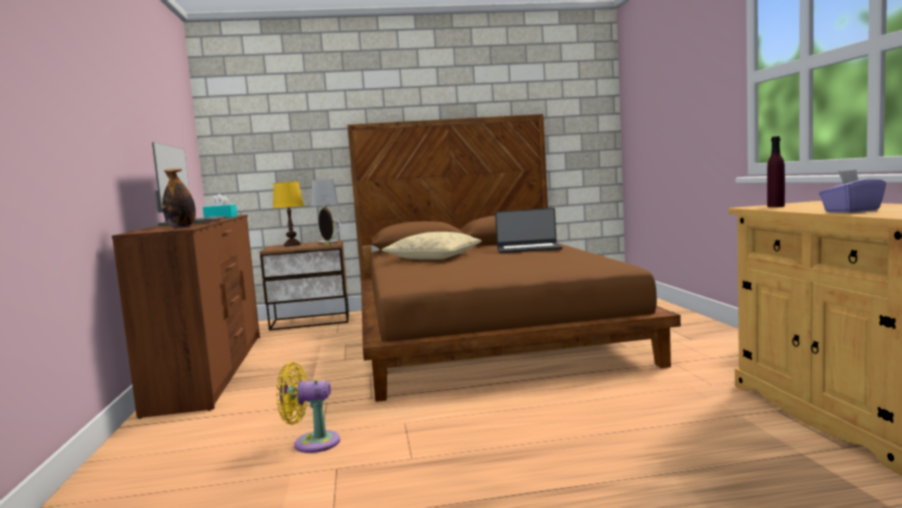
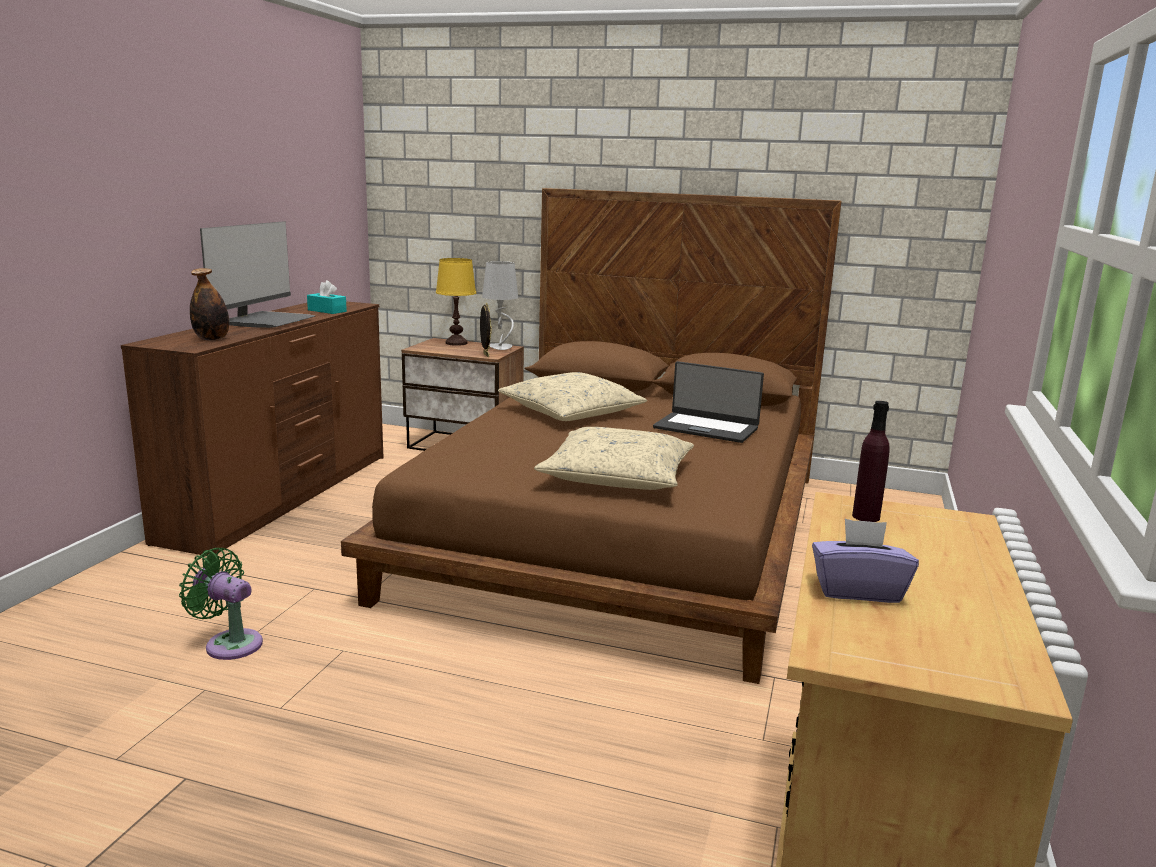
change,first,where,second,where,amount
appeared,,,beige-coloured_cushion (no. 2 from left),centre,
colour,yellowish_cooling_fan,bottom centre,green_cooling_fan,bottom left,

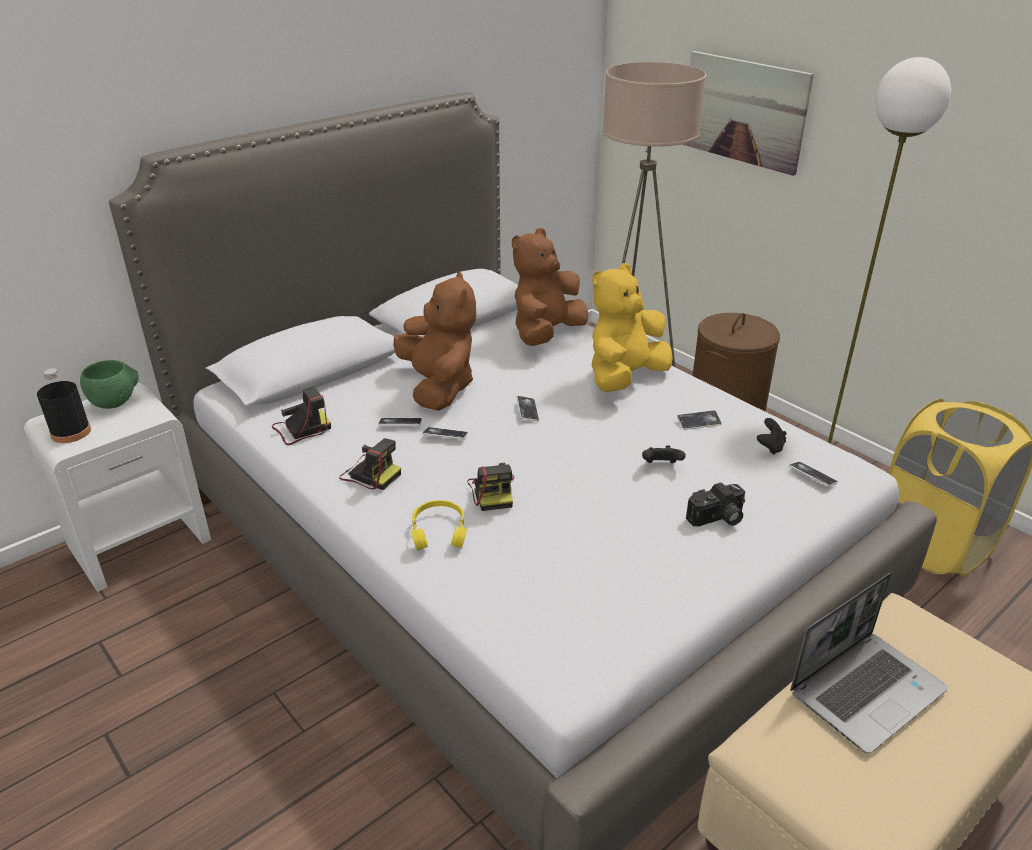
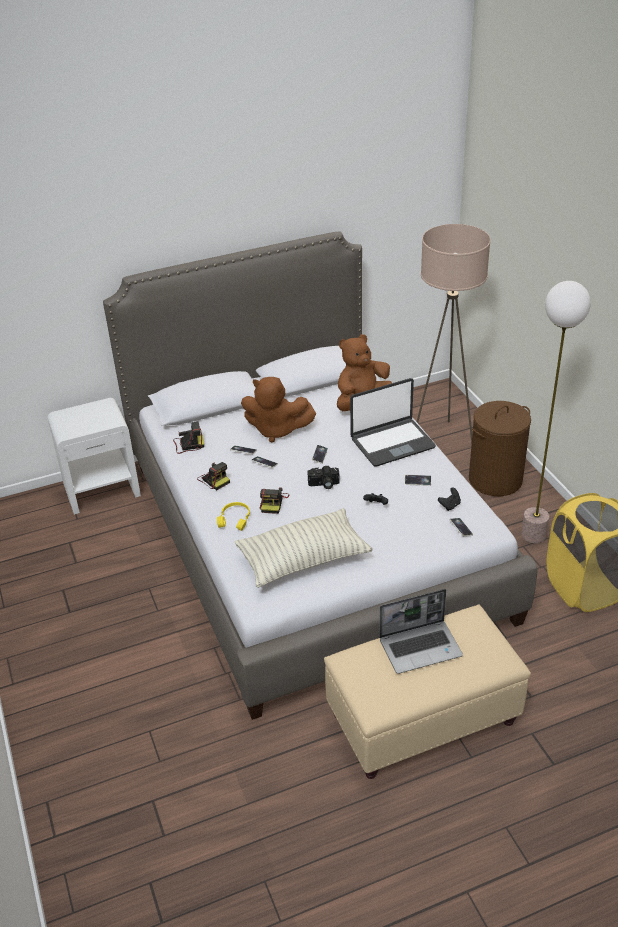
change,first,where,second,where,amount
missing,black_beverage_bottle,middle left,,,
missing,green_deep_dish,middle left,,,
missing,picture,top right,,,
appeared,,,cushion,centre,
relocated,photo_camera (no. 4 from left),middle right,,centre,
exchanged,yellowish_soft_toy,centre,notebook_computer (no. 1 from left),centre,
spun,brownish_soft_toy (no. 1 from left),centre,,centre,105 degrees clockwise

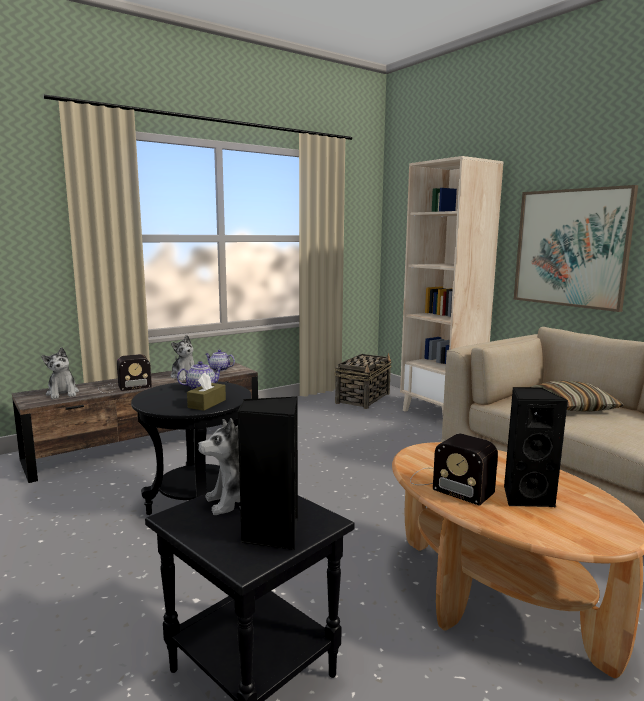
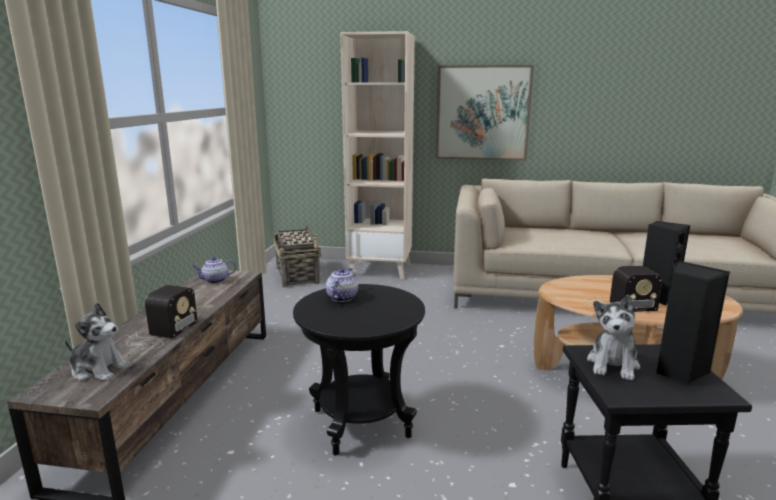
change,first,where,second,where,amount
missing,soft_toy (no. 2 from left),middle left,,,
missing,brownish_tissue_box,middle left,,,
missing,cushion,middle right,,,

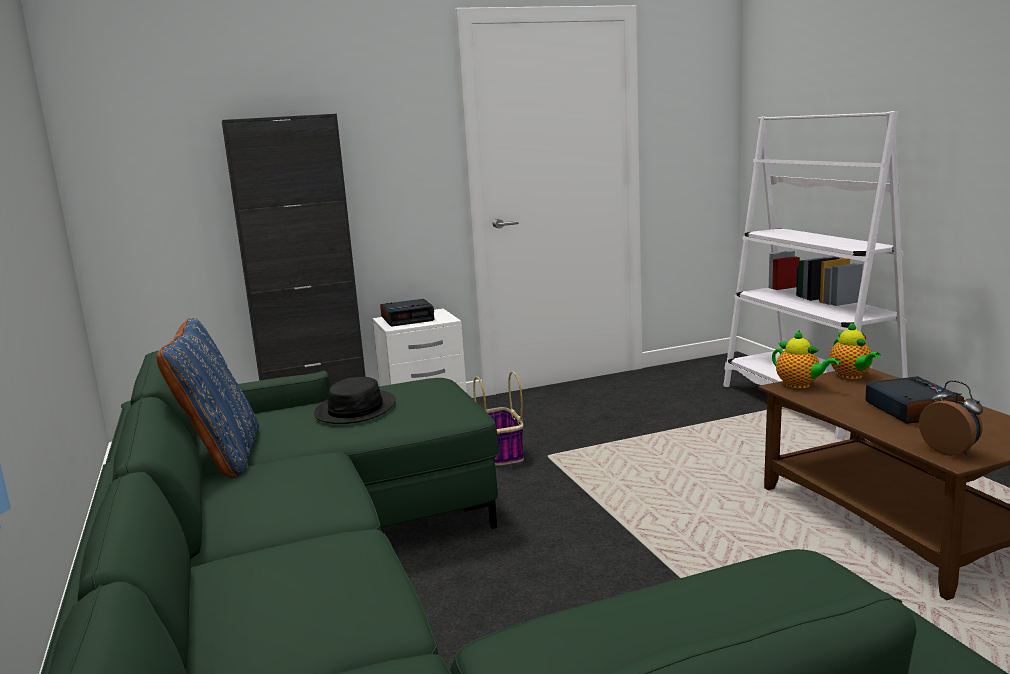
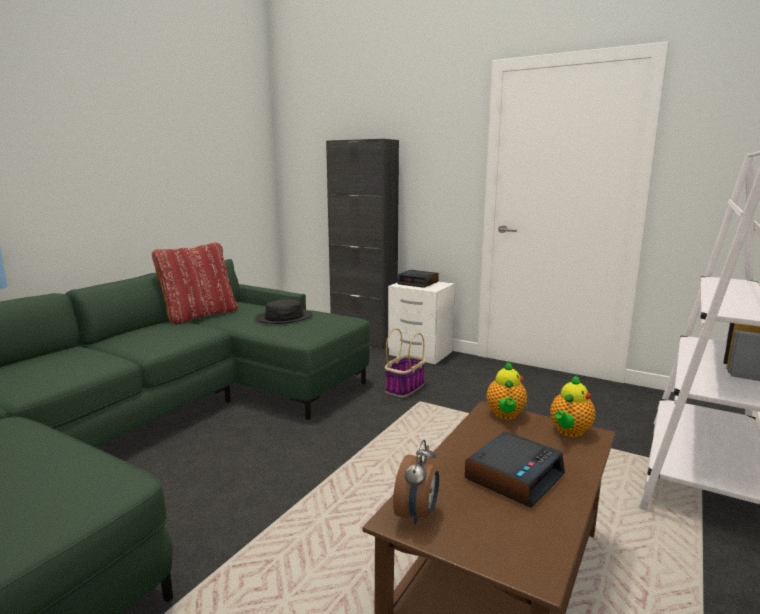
change,first,where,second,where,amount
colour,blue-coloured_cushion,middle left,red-coloured_cushion,middle left,

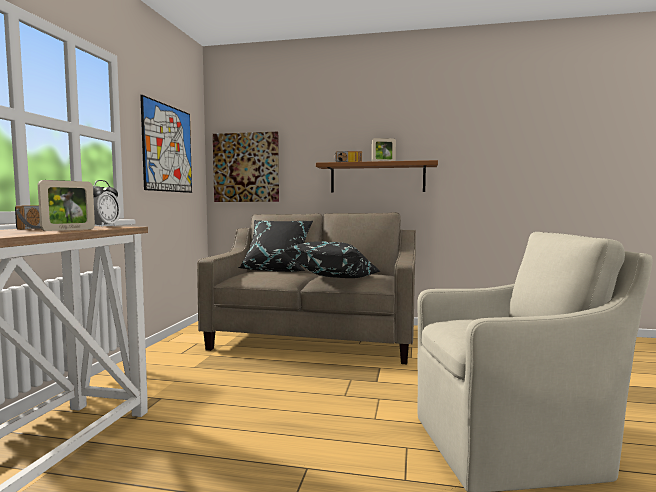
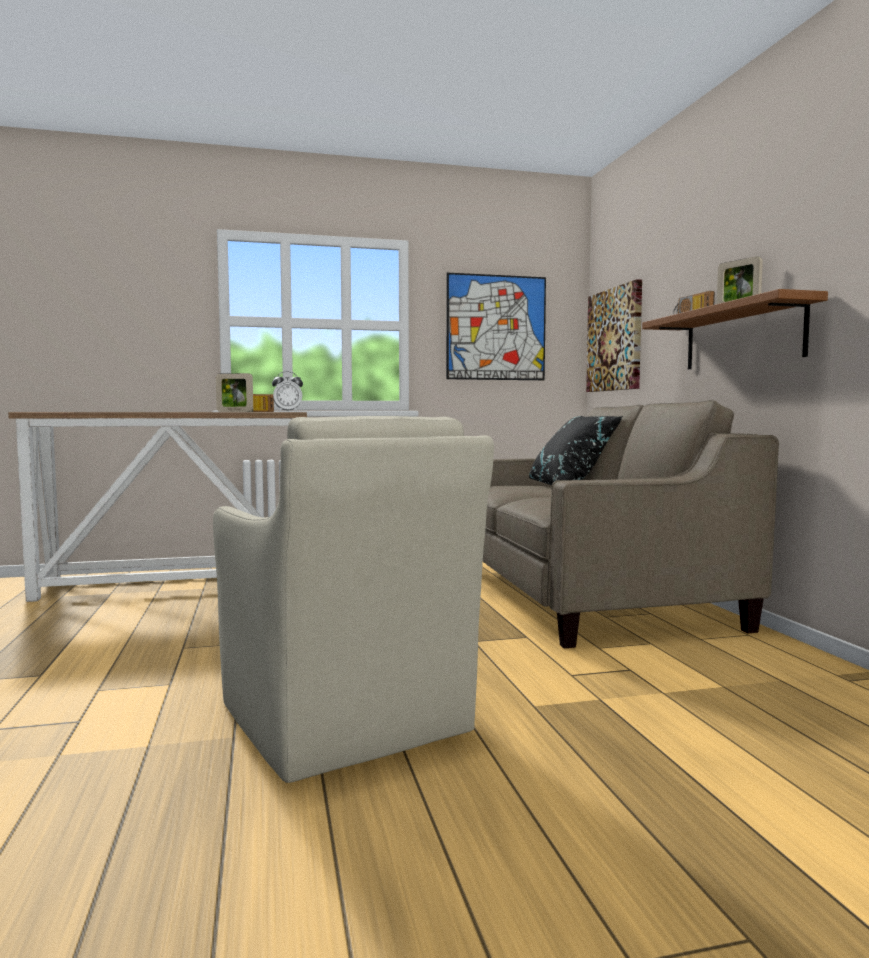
change,first,where,second,where,amount
missing,black_cushion (no. 2 from left),centre,,,

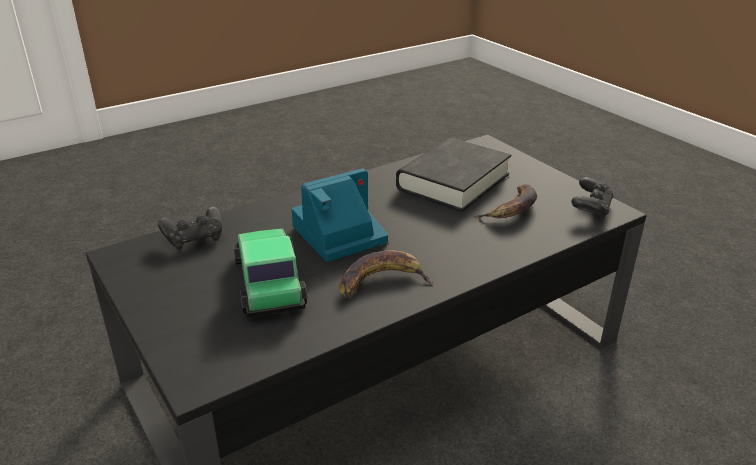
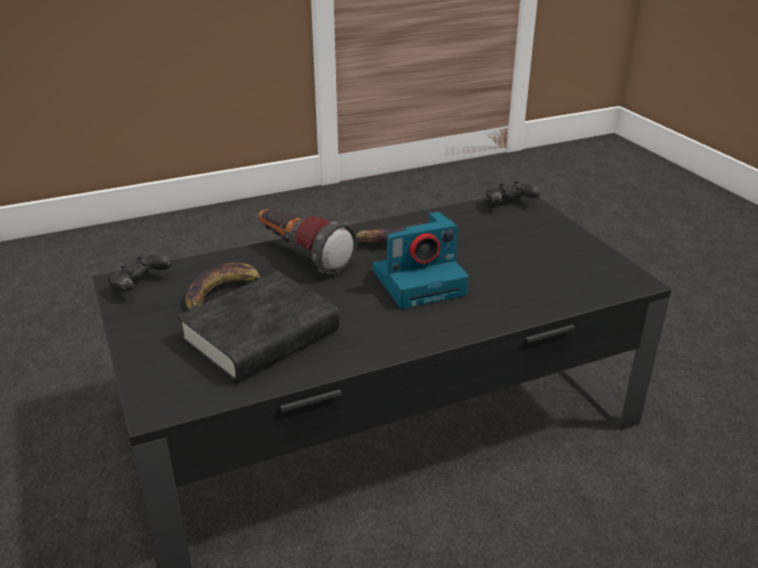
change,first,where,second,where,amount
missing,model_car,centre,,,
appeared,,,flashlight,centre,
relocated,black_gamepad (no. 1 from left in the first image),middle left,black_gamepad (no. 2 from left),middle right,

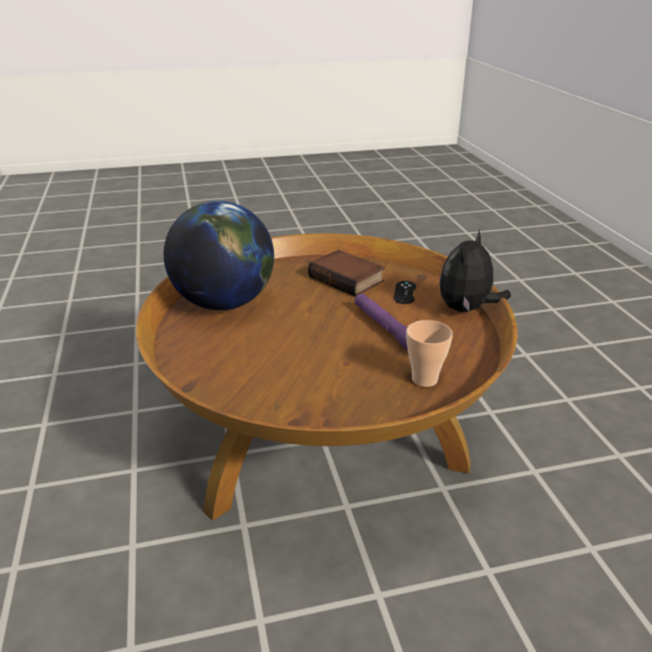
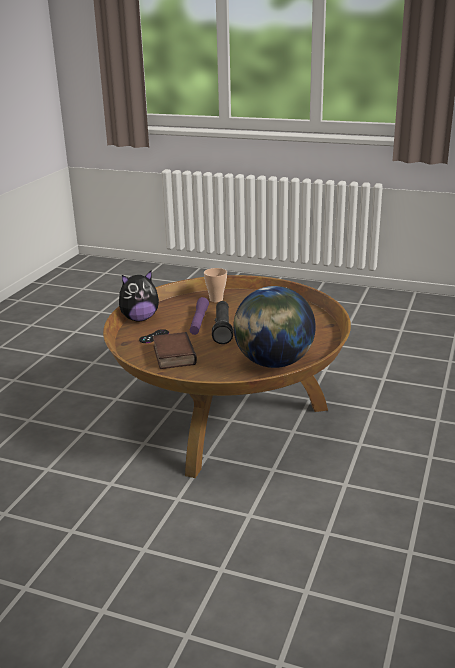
change,first,where,second,where,amount
appeared,,,black_flashlight,centre,

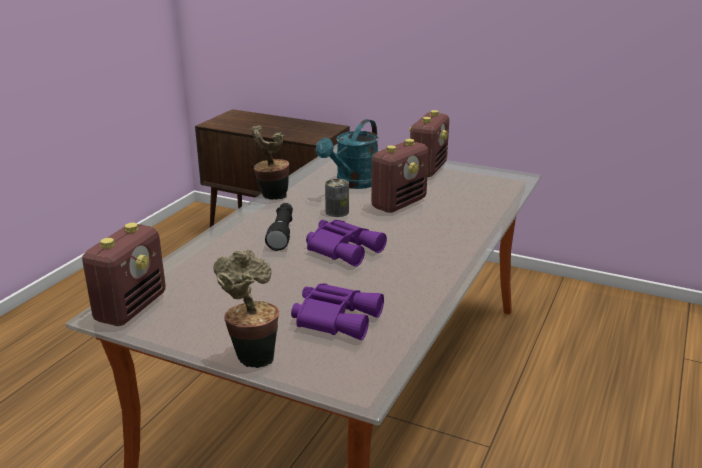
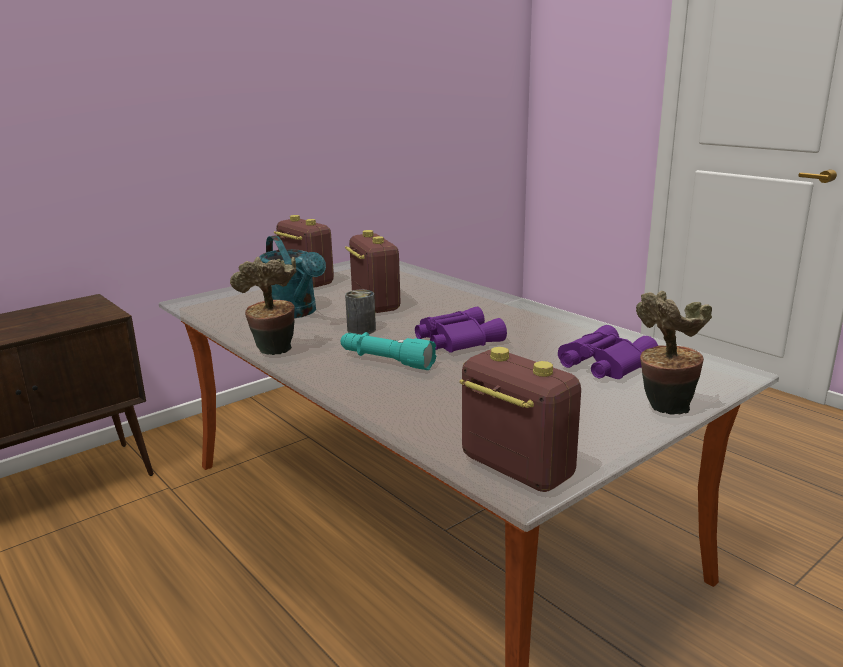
change,first,where,second,where,amount
colour,black_flashlight,centre,turquoise_flashlight,centre,

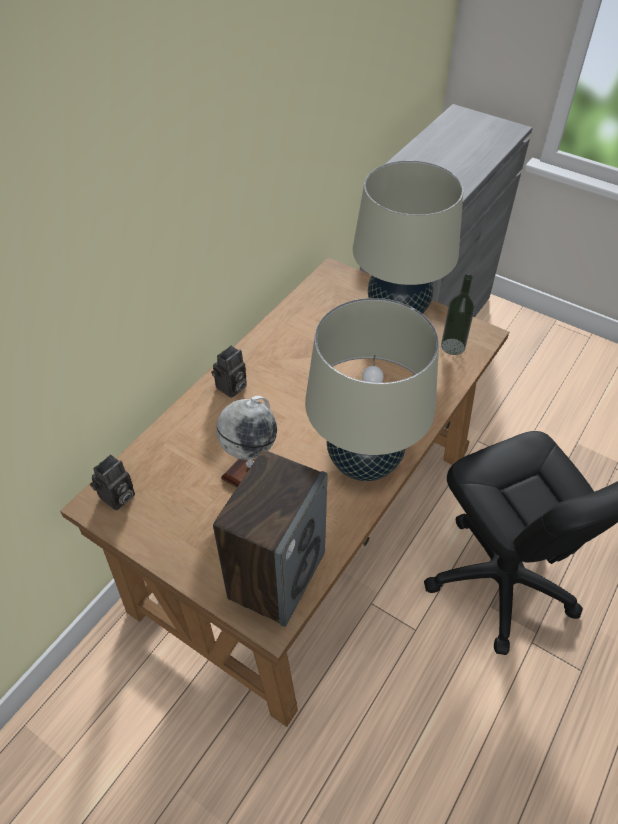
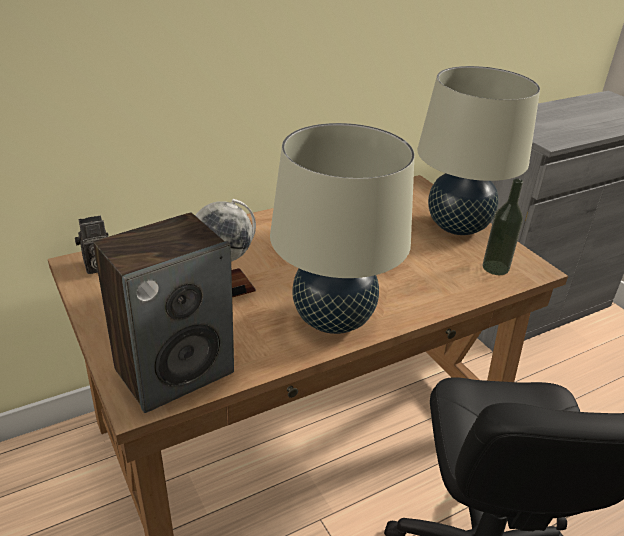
change,first,where,second,where,amount
missing,photo_camera (no. 2 from left),centre,,,

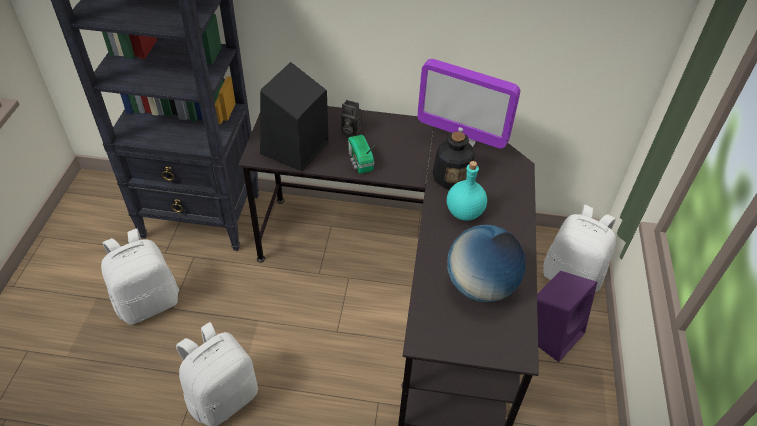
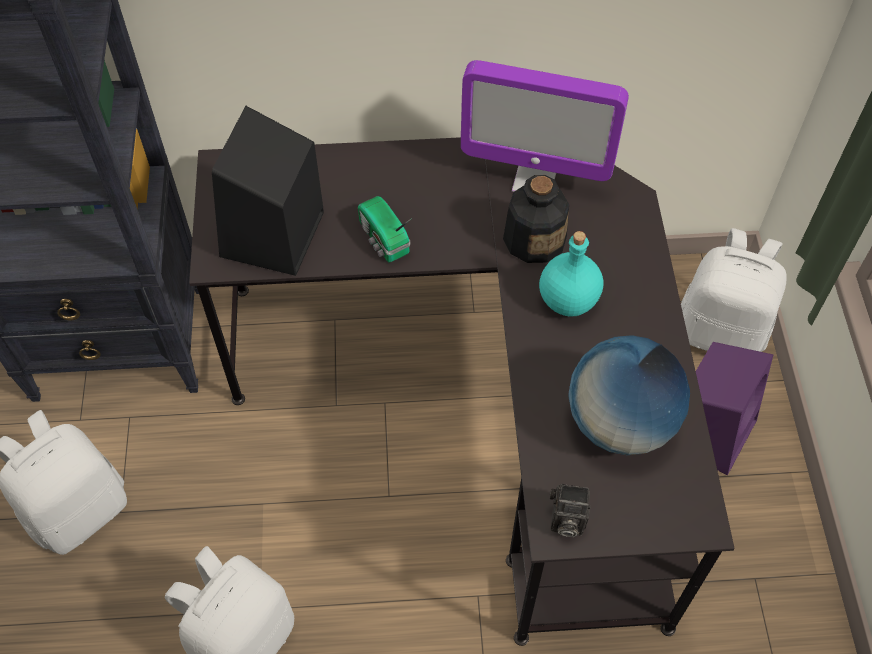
change,first,where,second,where,amount
relocated,photo_camera,top centre,,bottom centre,

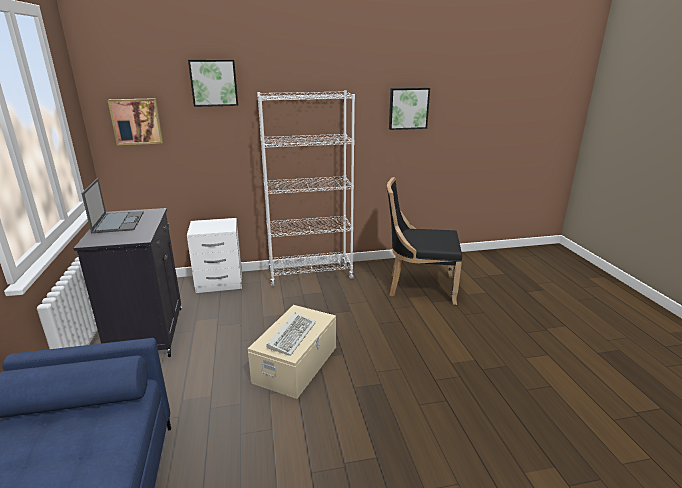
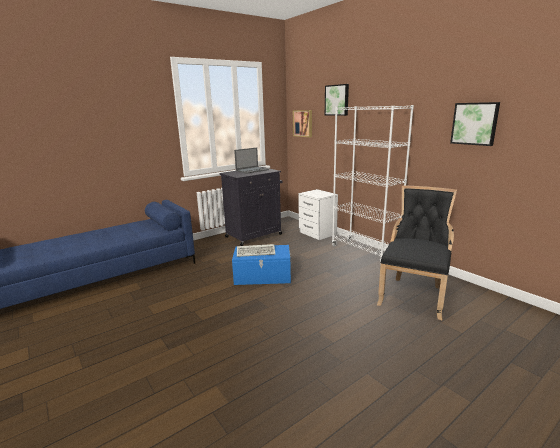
change,first,where,second,where,amount
colour,beige-coloured_storage_box,bottom centre,blue-coloured_storage_box,centre,
spun,black_chair,centre,,middle right,45 degrees clockwise

